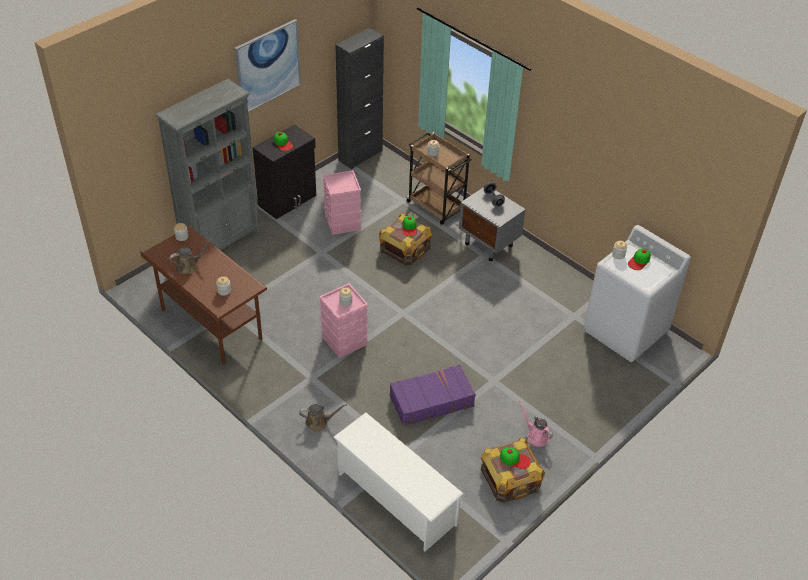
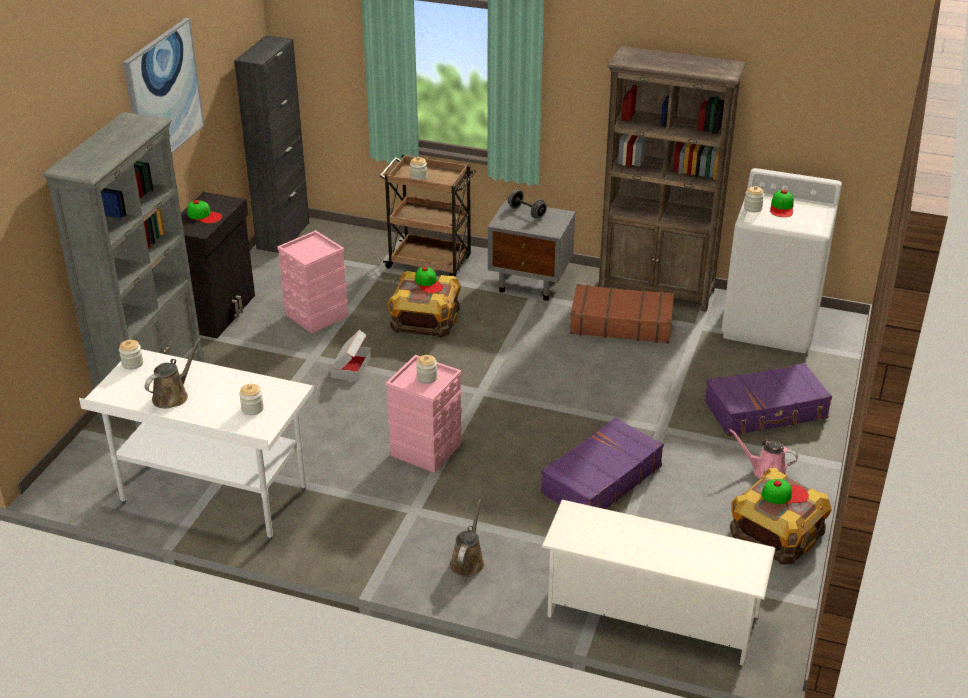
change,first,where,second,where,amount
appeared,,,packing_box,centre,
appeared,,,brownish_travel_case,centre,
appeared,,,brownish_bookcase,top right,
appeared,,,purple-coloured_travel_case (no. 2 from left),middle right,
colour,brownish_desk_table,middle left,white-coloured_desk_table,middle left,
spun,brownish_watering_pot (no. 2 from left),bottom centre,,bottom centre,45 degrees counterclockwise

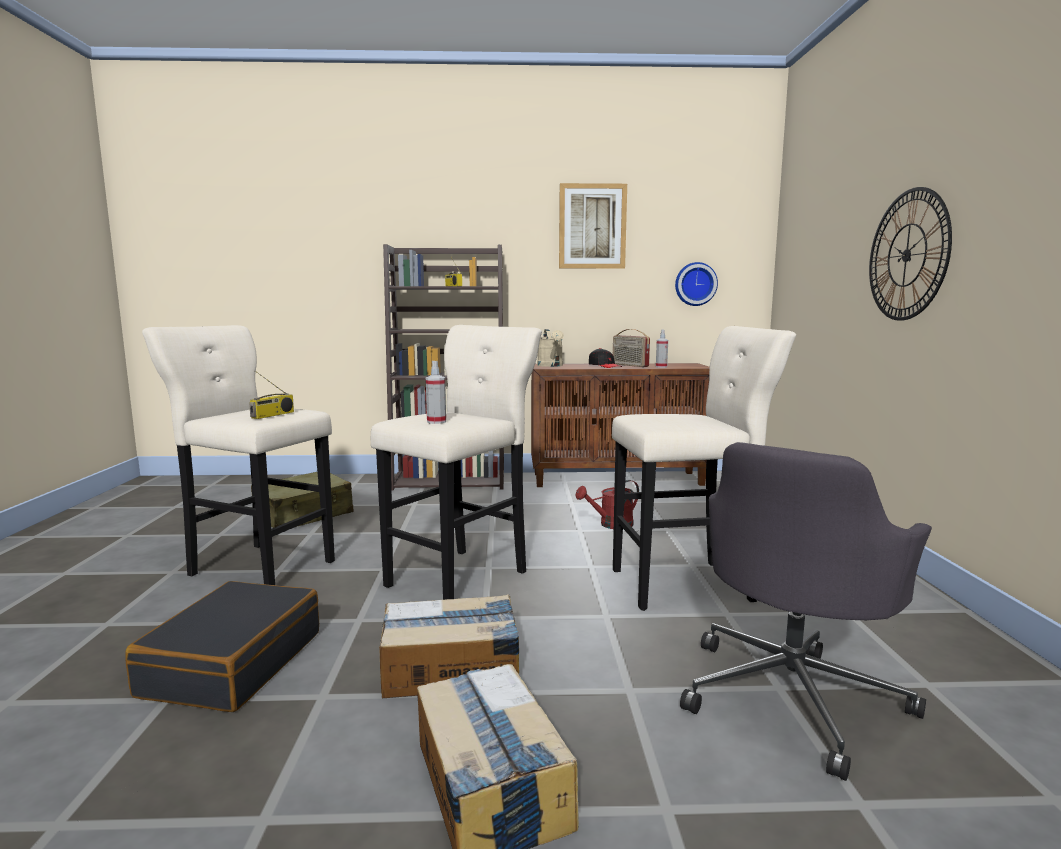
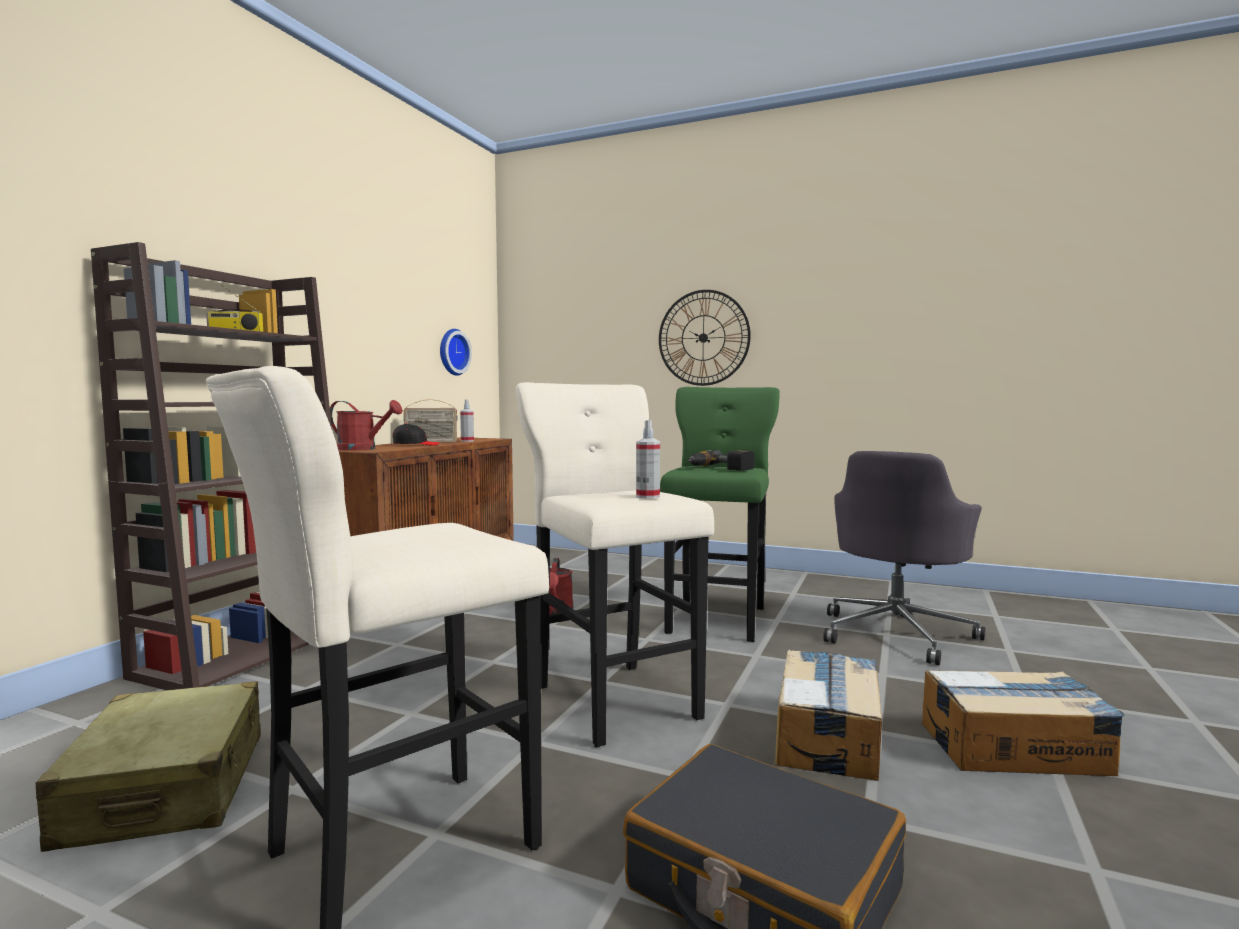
change,first,where,second,where,amount
missing,radio_set (no. 1 from left),middle left,,,
missing,picture,top centre,,,
appeared,,,electric_drill,centre,
colour,beige-coloured_watering_pot,centre,red-coloured_watering_pot (no. 1 from left),middle left,
colour,beige-coloured_sitting_stool (no. 3 from left),centre,green_sitting_stool,centre,
spun,gray_computer_chair,bottom right,,middle right,60 degrees clockwise

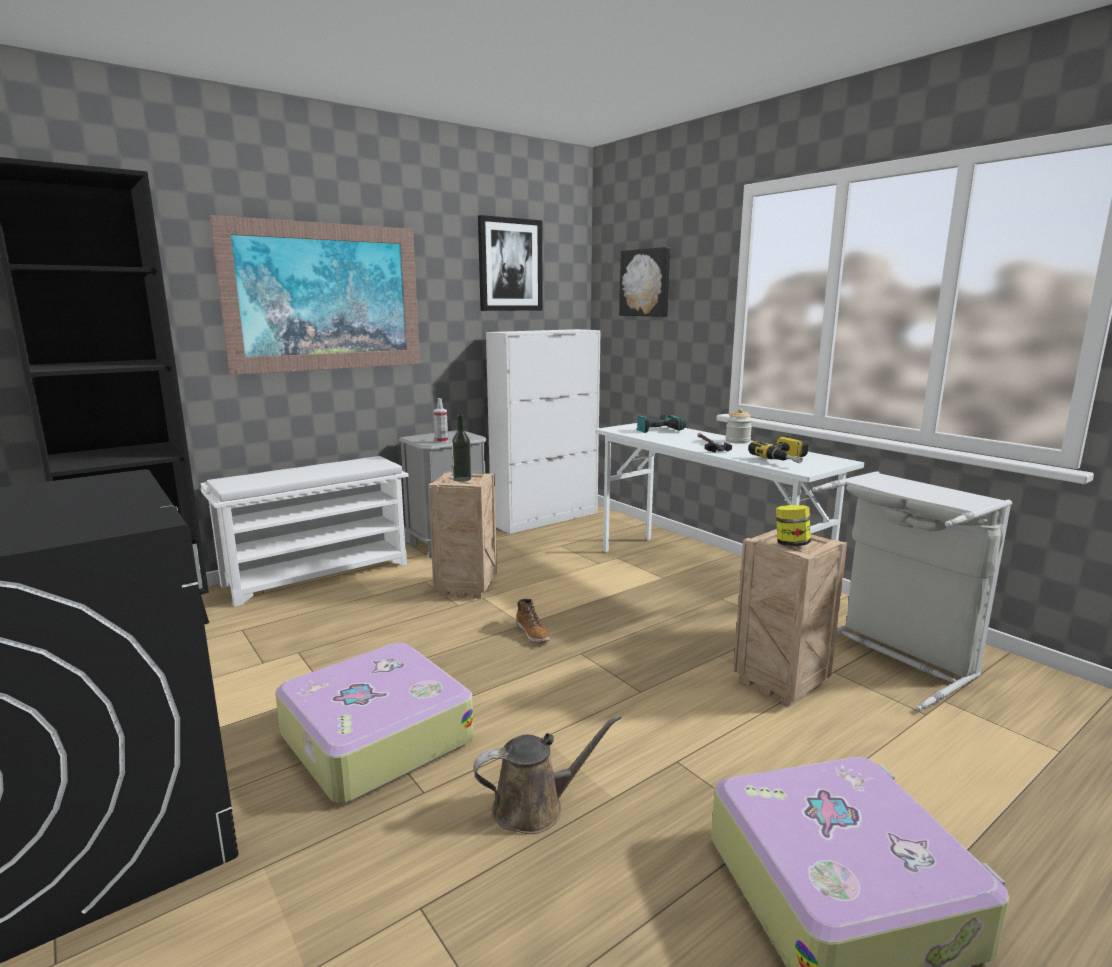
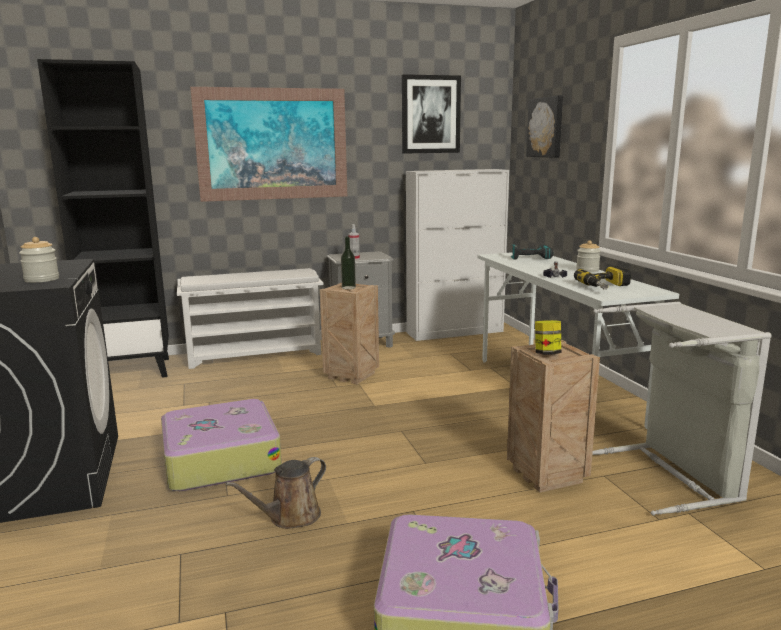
change,first,where,second,where,amount
missing,tall_boot,centre,,,
appeared,,,preserve_jar (no. 1 from left),middle left,
spun,brownish_watering_pot,bottom centre,,bottom centre,135 degrees clockwise

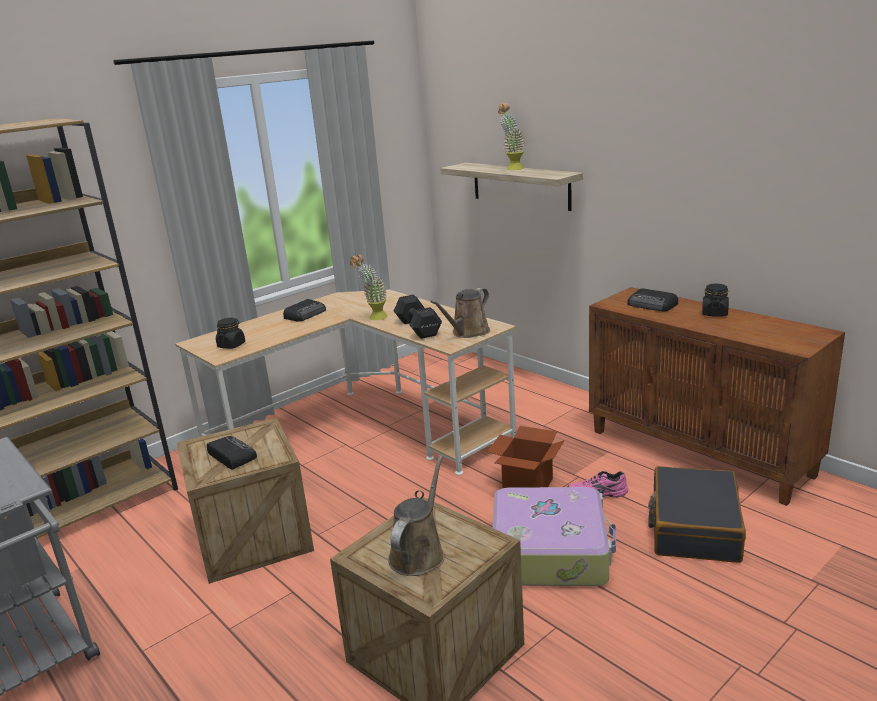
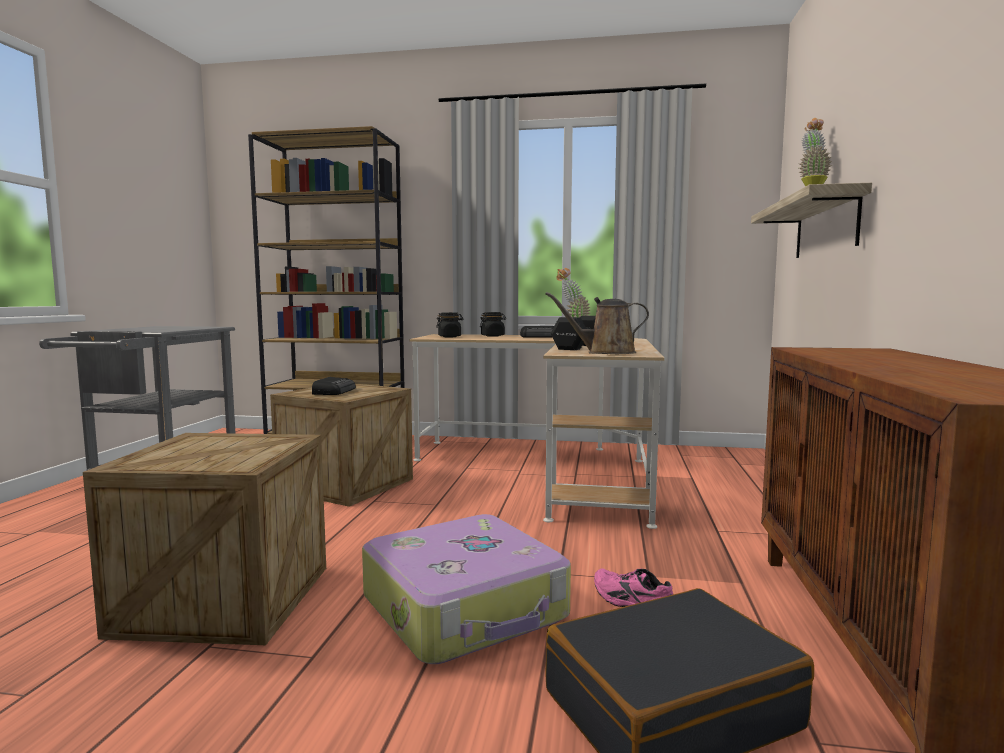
change,first,where,second,where,amount
missing,brownish_watering_pot (no. 1 from left),bottom centre,,,
missing,packing_box,centre,,,
missing,radio_set (no. 3 from left),middle right,,,
relocated,black_preserve_jar (no. 2 from left),middle right,,centre,

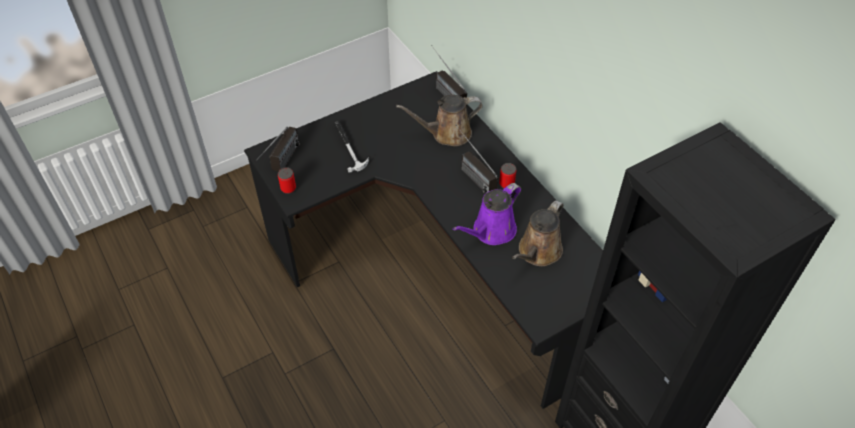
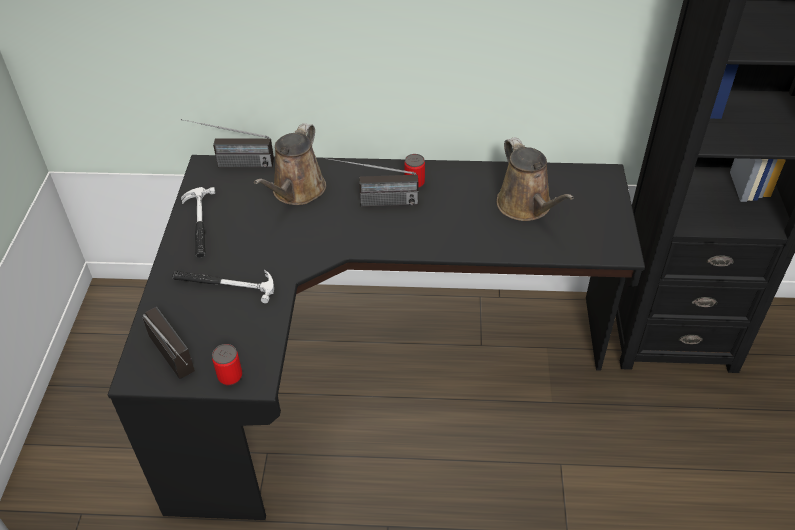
change,first,where,second,where,amount
missing,purple-coloured_watering_pot,centre,,,
appeared,,,hammer (no. 1 from left),middle left,

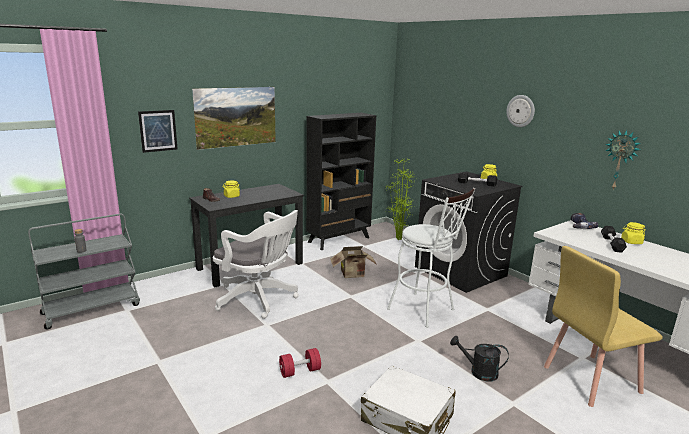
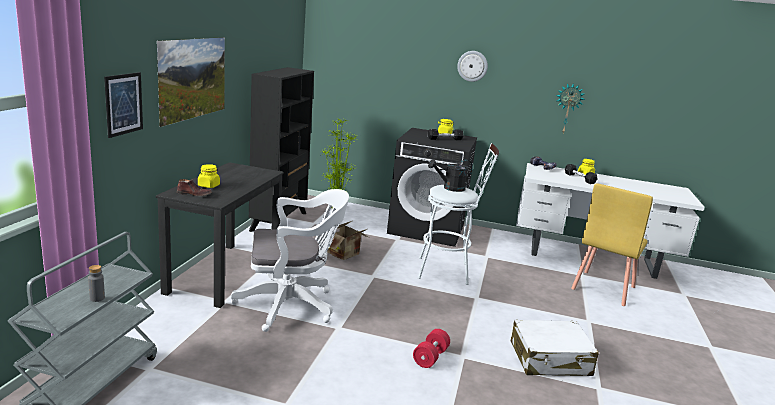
change,first,where,second,where,amount
relocated,black_watering_pot,bottom right,,centre,

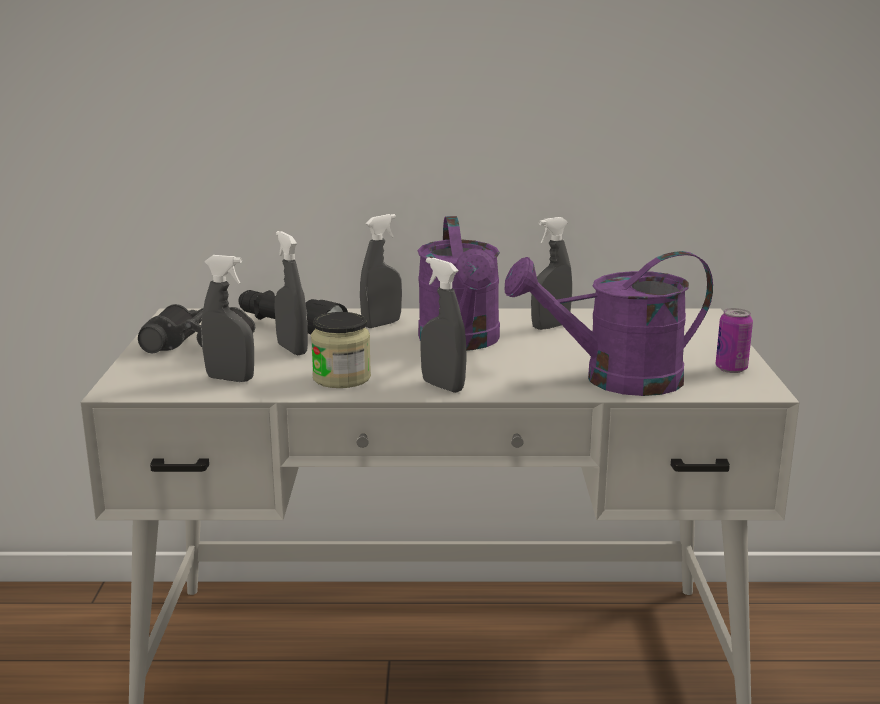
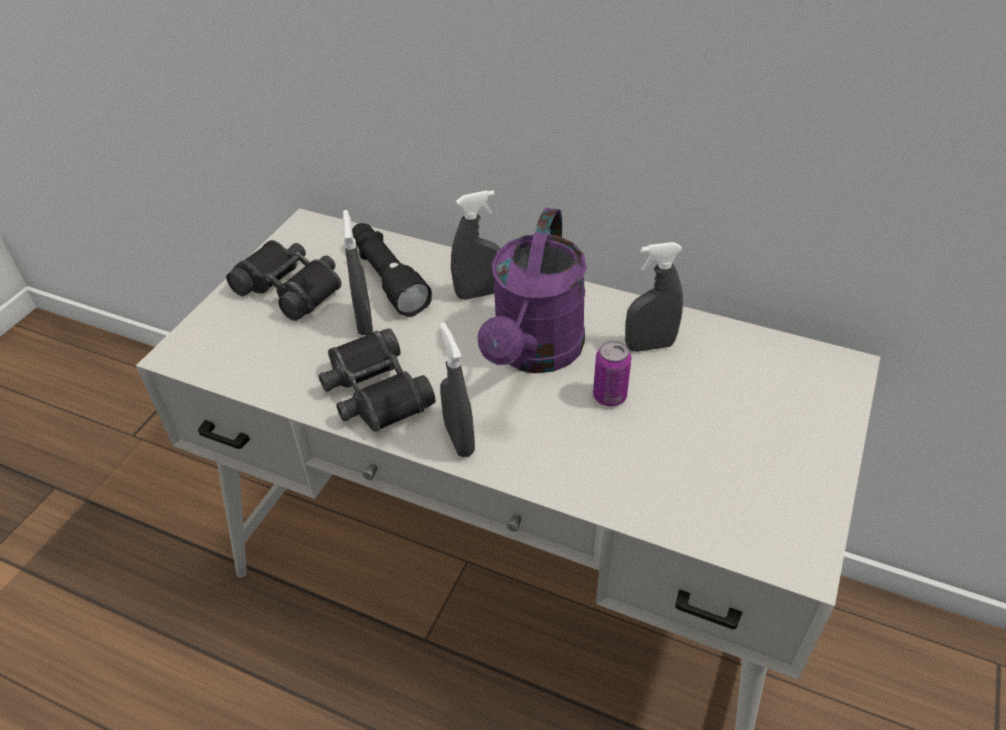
change,first,where,second,where,amount
missing,gray_hand_sprayer (no. 1 from left),middle left,,,
missing,purple-coloured_watering_pot (no. 2 from left),middle right,,,
relocated,sealed_can,middle right,,centre,
exchanged,preserve_jar,centre,black_binoculars (no. 2 from left),centre,

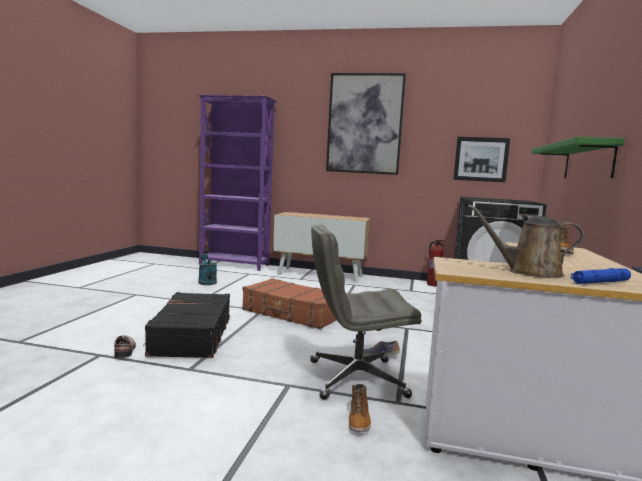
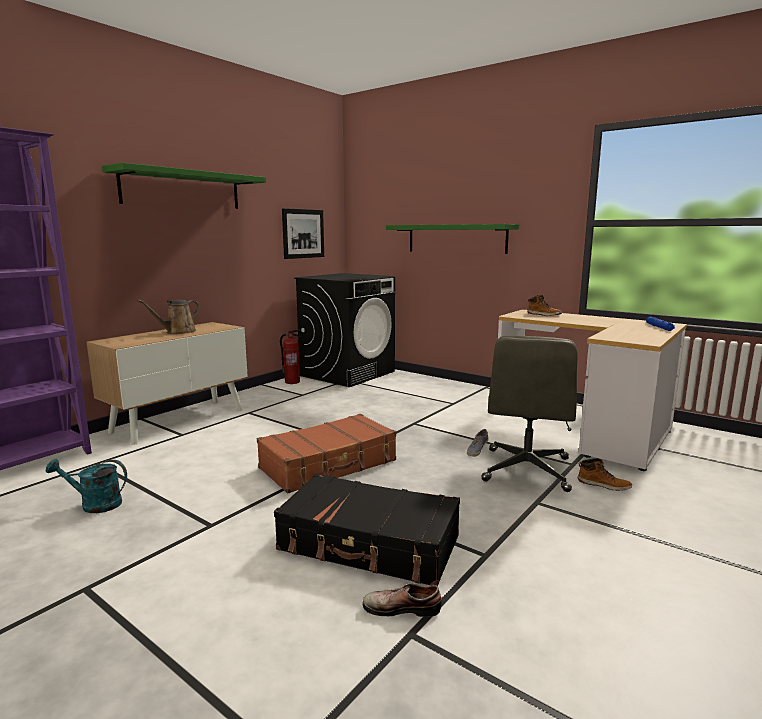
change,first,where,second,where,amount
relocated,brownish_watering_pot,middle right,,middle left,
exchanged,picture (no. 1 from left),top centre,green_wall_shelf (no. 1 from left),top left,

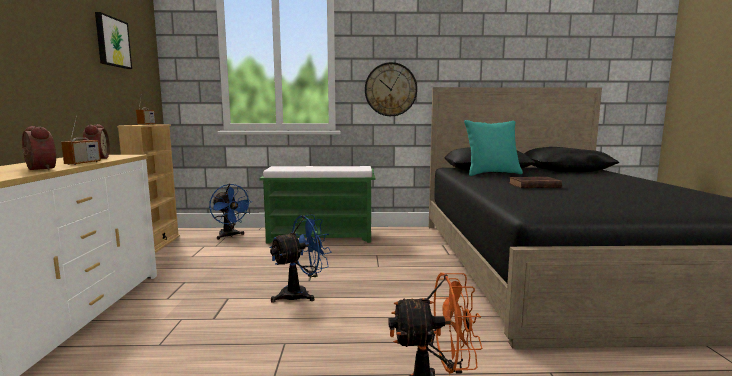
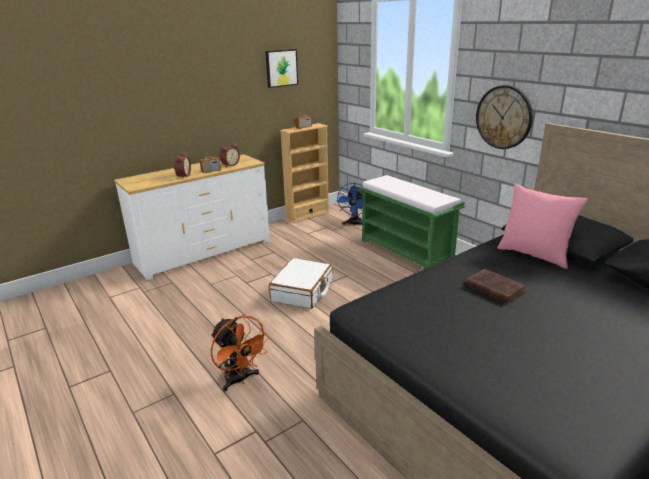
change,first,where,second,where,amount
exchanged,blue-coloured_cooling_fan (no. 2 from left),bottom centre,white-coloured_travel_case,centre,
colour,turquoise_cushion,middle right,pink-coloured_cushion,middle right,

